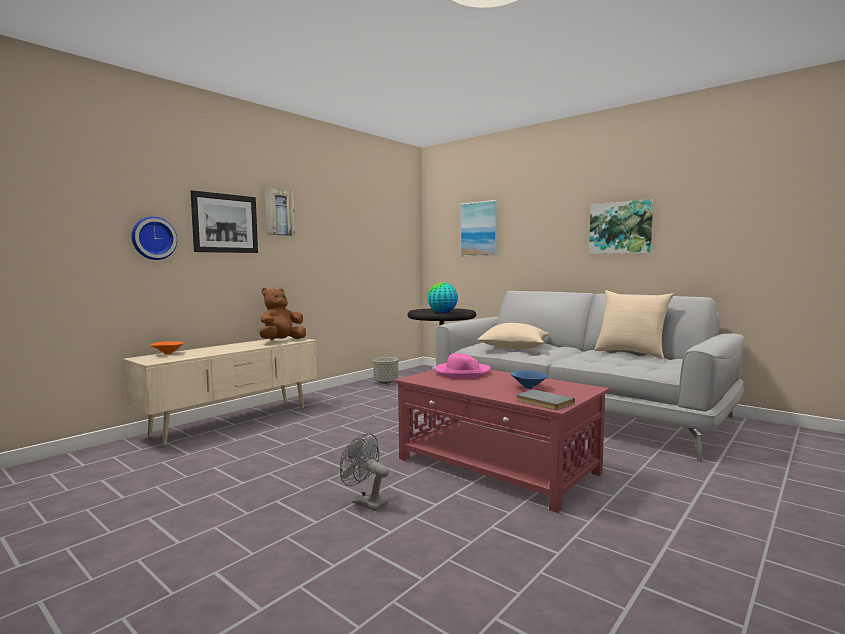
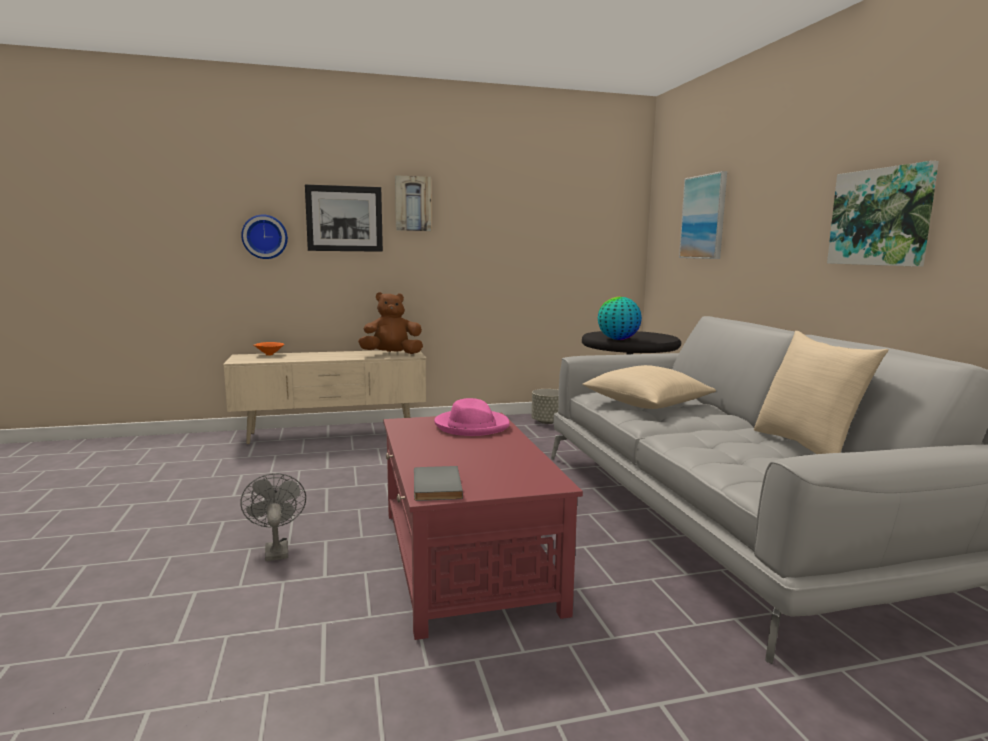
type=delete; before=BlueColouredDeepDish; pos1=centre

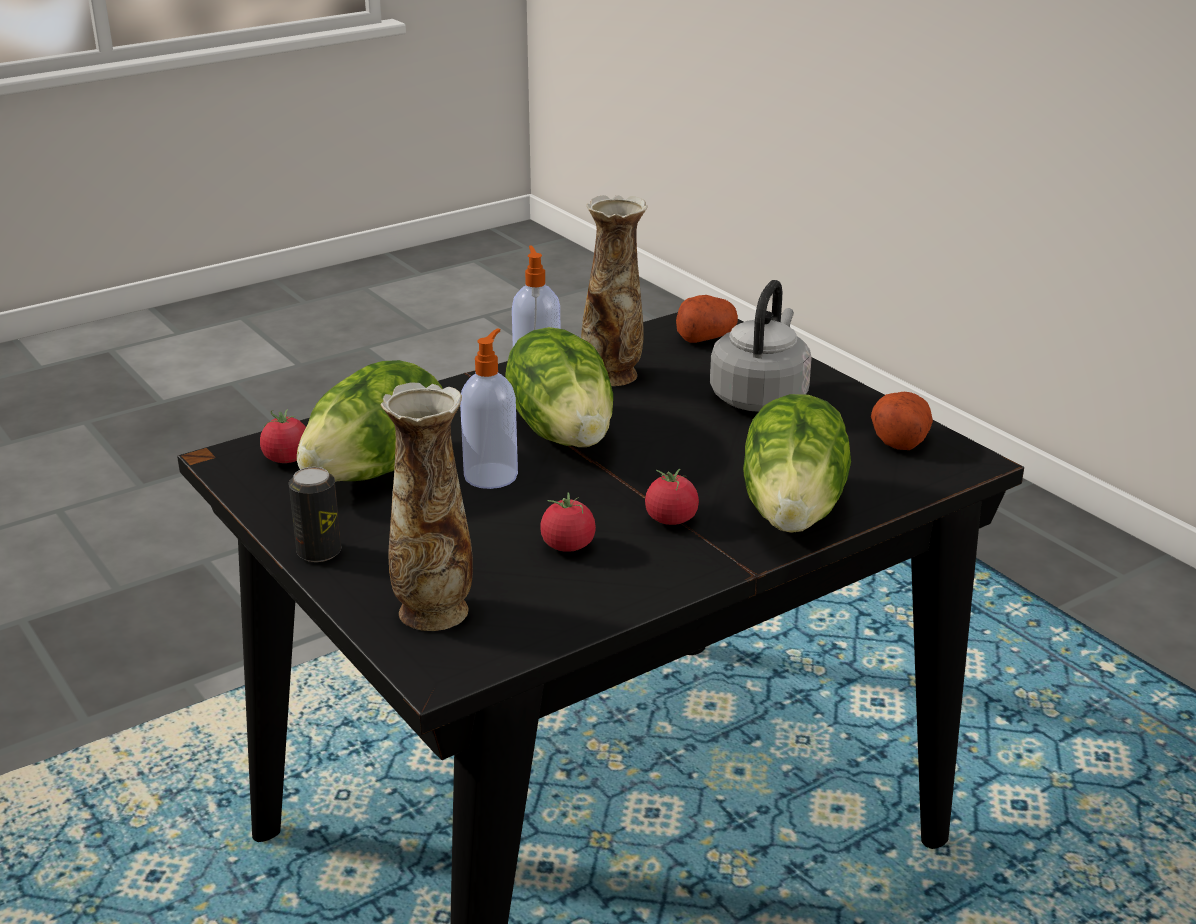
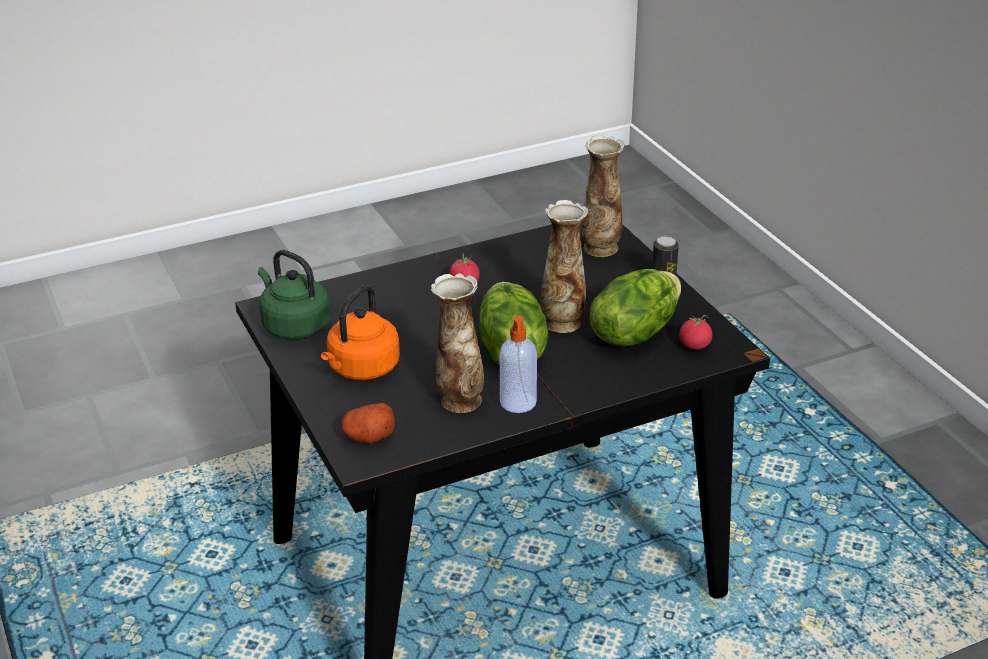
type=replace; before=WholePotato (2nd from left); after=GreenColouredWaterKettle; pos1=middle right; pos2=middle left
type=recolor; before=GrayWaterKettle; after=OrangeWaterKettle; pos1=centre; pos2=centre
type=replace; before=SoapDispenser (1st from left); after=DecorativeVase (2nd from left); pos1=centre; pos2=centre
type=delete; before=FreshTomato (2nd from left); pos1=centre
type=delete; before=HeadOfLettuce (3rd from left); pos1=centre

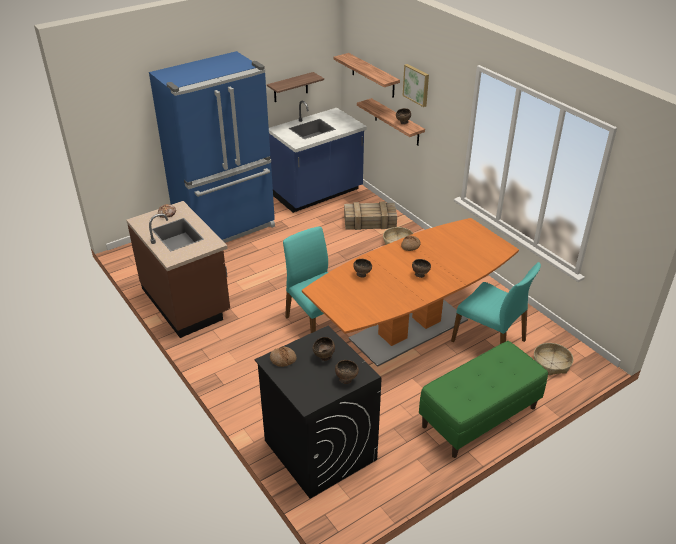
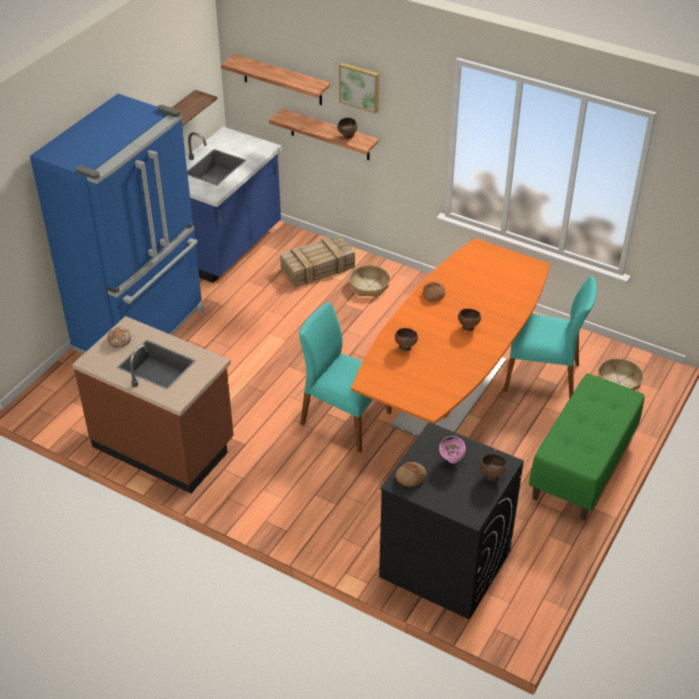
type=recolor; before=BrownishDeepDish (1st from left); after=PinkishDeepDish; pos1=centre; pos2=centre

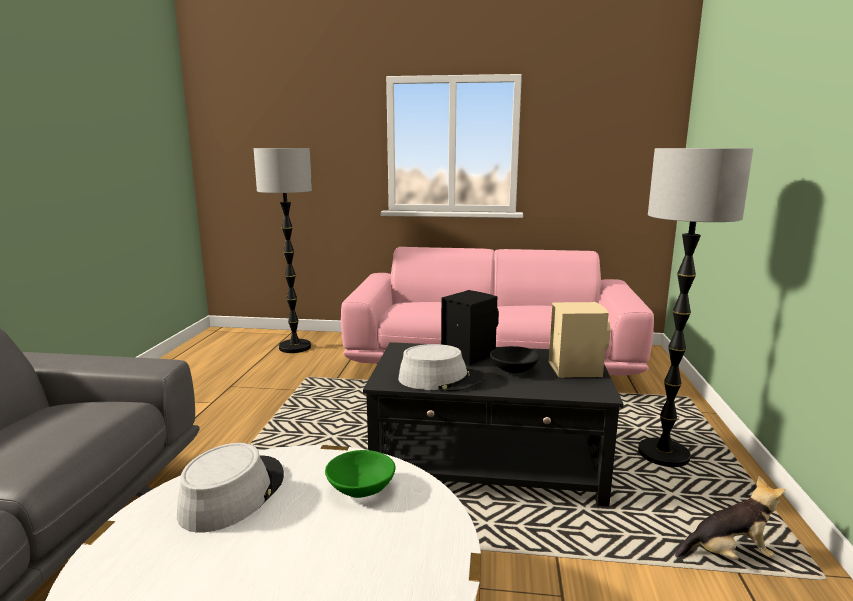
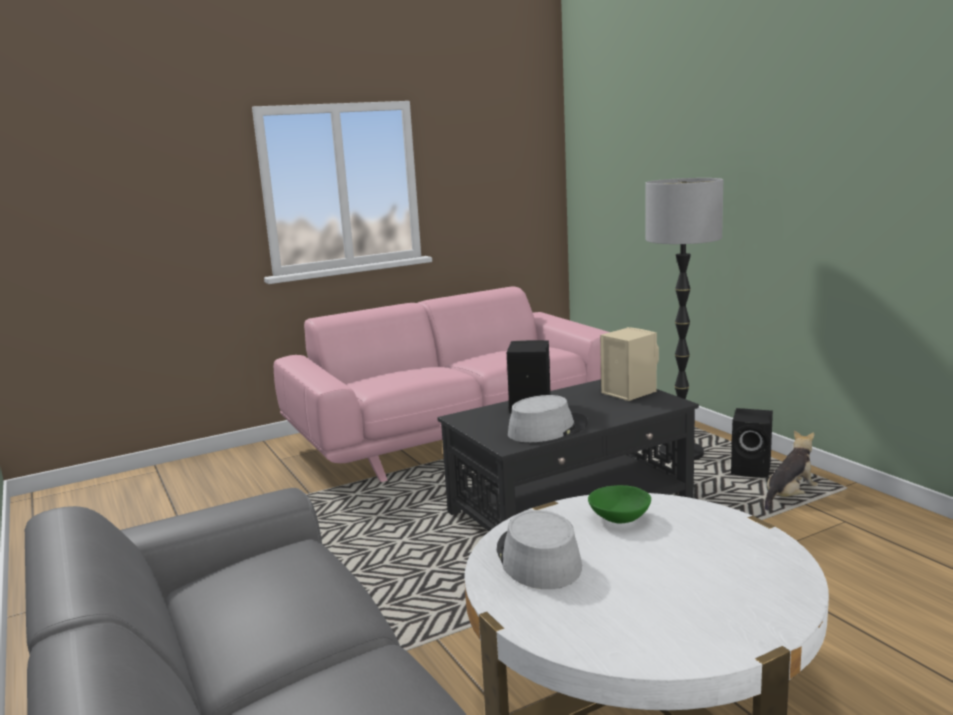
type=insert; after=BlackColouredSpeaker (2nd from left); pos2=middle right
type=delete; before=StandardLamp (1st from left); pos1=middle left
type=delete; before=BlackColouredDeepDish; pos1=centre

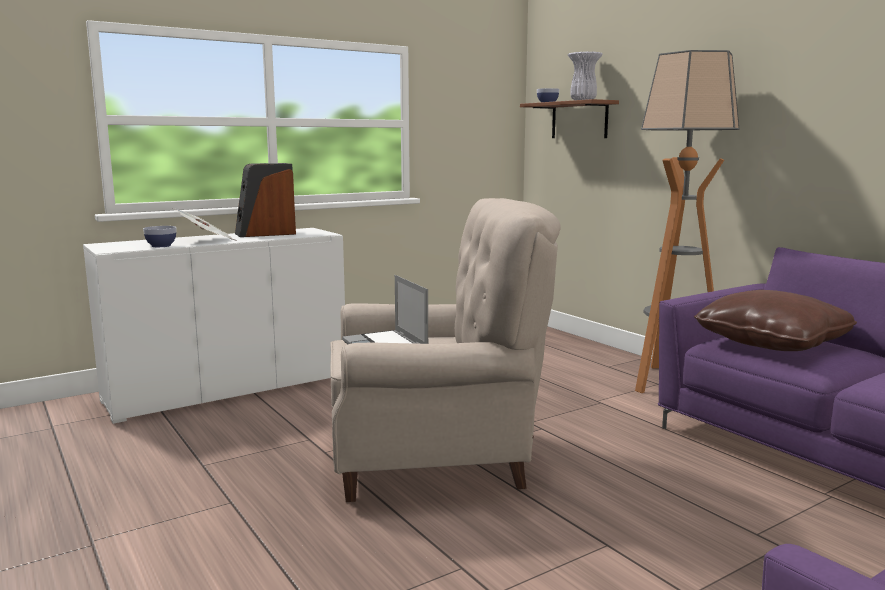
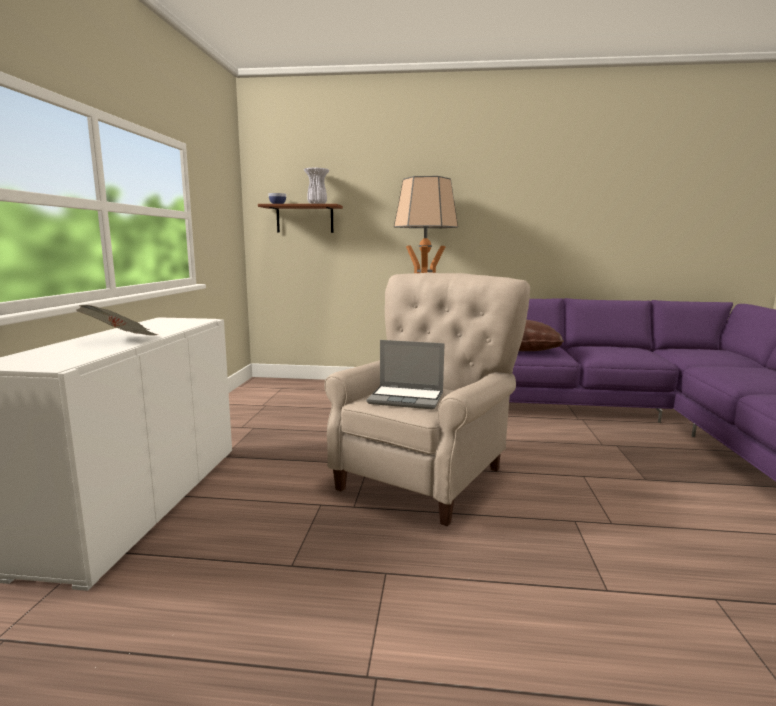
type=delete; before=DeepDish (1st from left); pos1=middle left
type=delete; before=Speaker; pos1=middle left

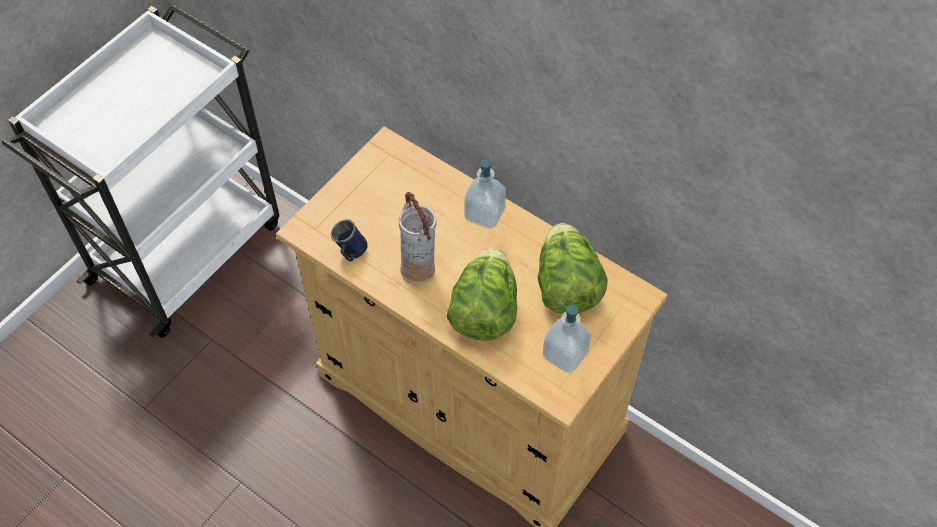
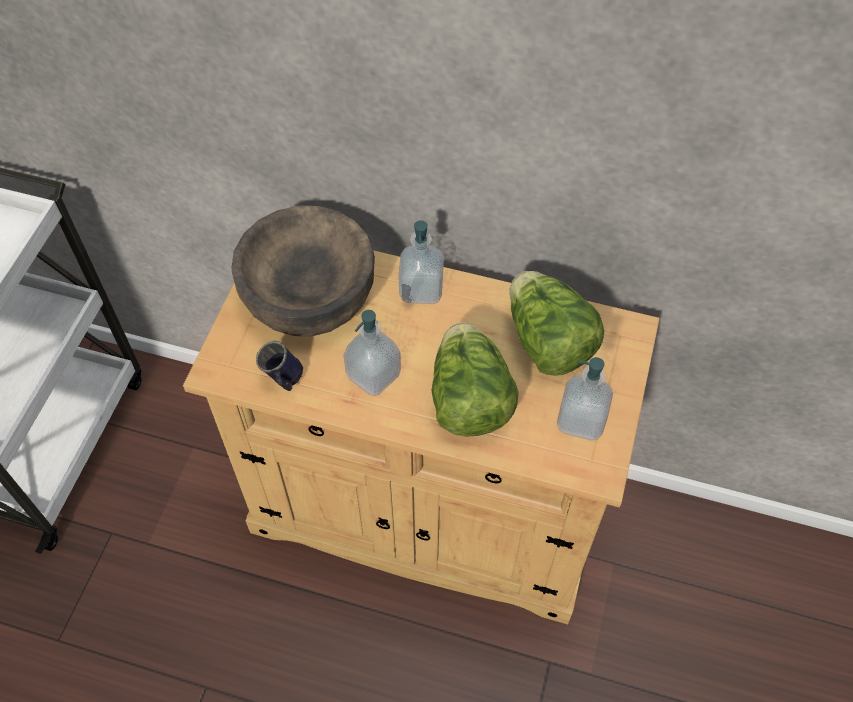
type=insert; after=BrownishDeepDish; pos2=centre
type=replace; before=DecorativeVase; after=SoapDispenser (1st from left); pos1=centre; pos2=centre

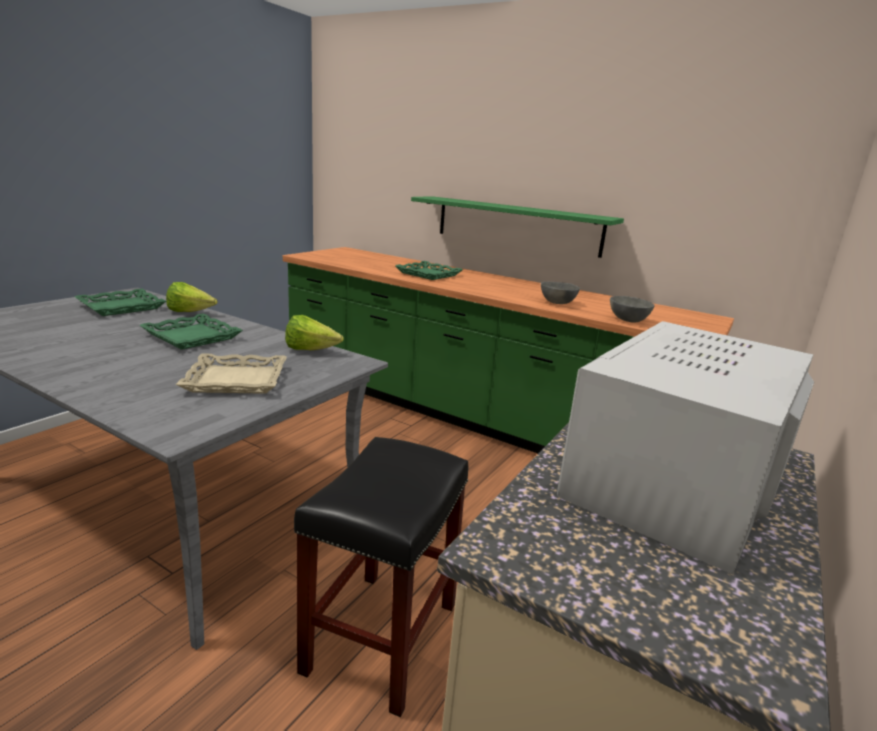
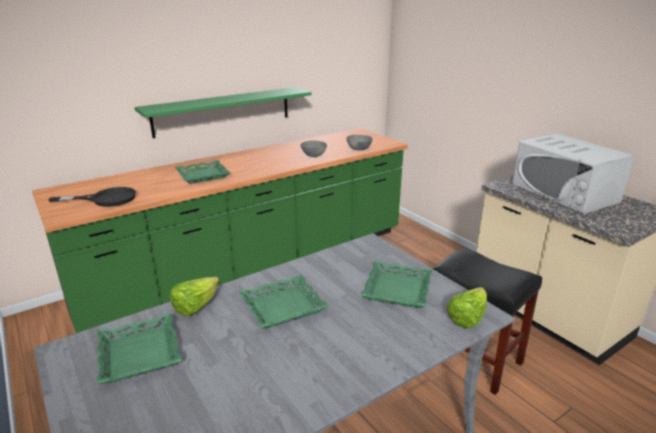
type=insert; after=BlackColouredFryingPan; pos2=middle left
type=recolor; before=BeigeTray; after=GreenColouredTray (4th from left); pos1=middle left; pos2=centre
type=move; before=HeadOfLettuce (2nd from left); pos1=centre; pos2=bottom right

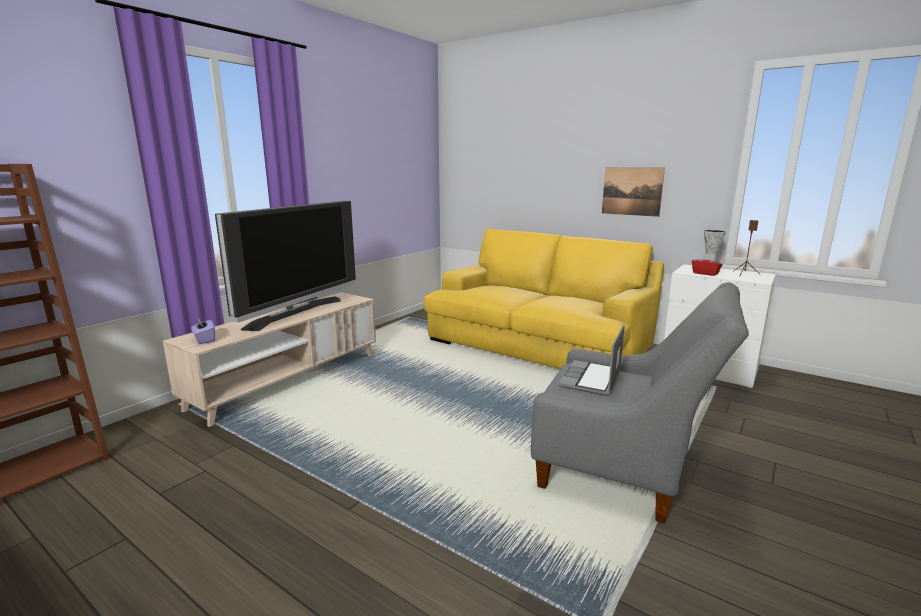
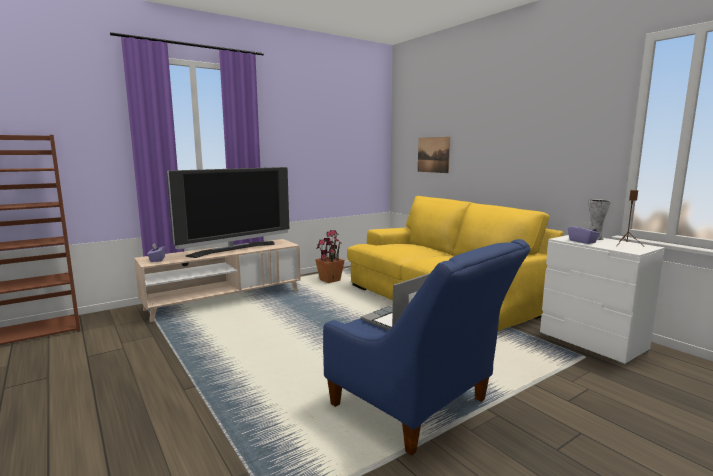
type=insert; after=PottedPlant; pos2=centre
type=recolor; before=GrayLoungeChair; after=BlueColouredLoungeChair; pos1=middle right; pos2=bottom centre
type=move; before=WallPicture; pos1=top right; pos2=top centre
type=recolor; before=RedColouredBoxOfTissues; after=PurplishBoxOfTissues (2nd from left); pos1=middle right; pos2=middle right

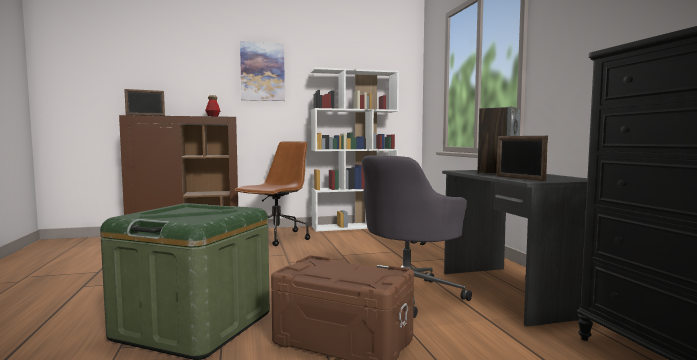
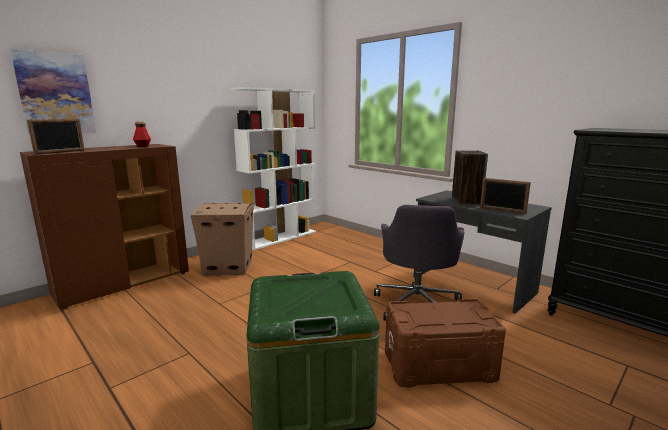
type=move; before=WallPicture; pos1=top centre; pos2=top left
type=replace; before=BrownishDeskChair; after=CardboardBox; pos1=centre; pos2=middle left

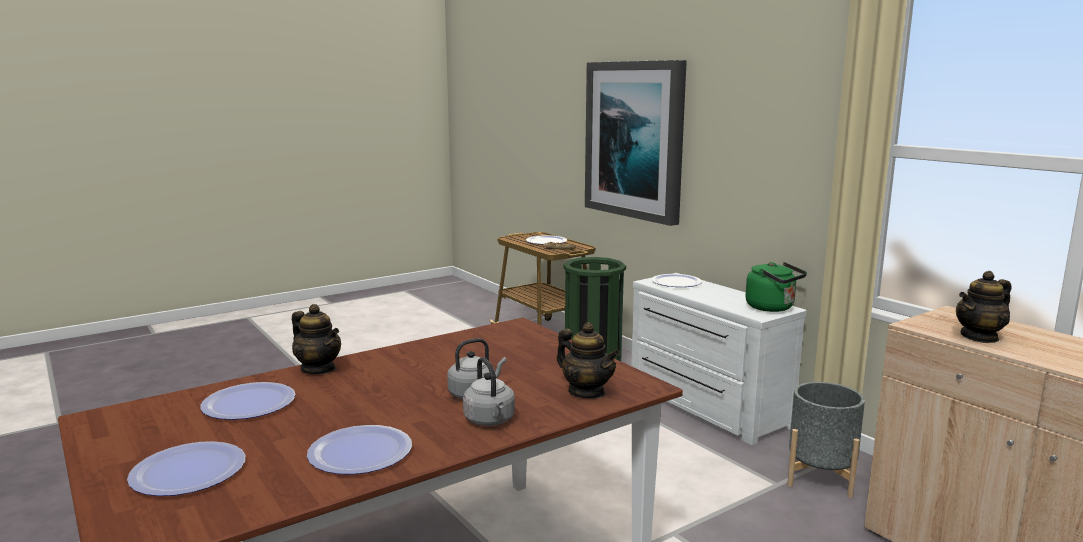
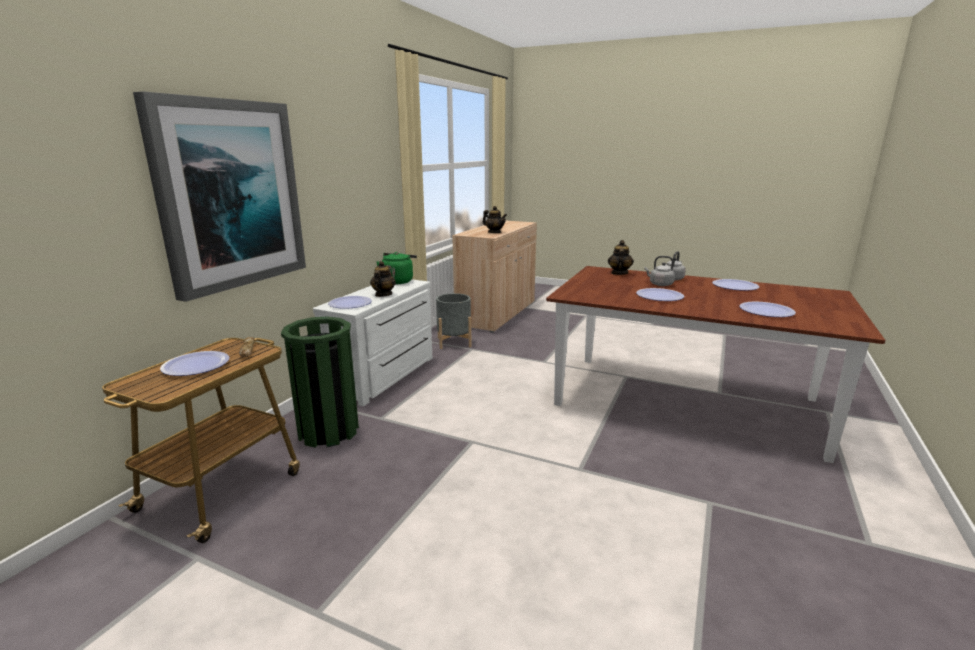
type=move; before=Teapot (1st from left); pos1=middle left; pos2=centre
type=move; before=FlatDish (1st from left in the first image); after=FlatDish (3rd from left); pos1=bottom left; pos2=middle right

